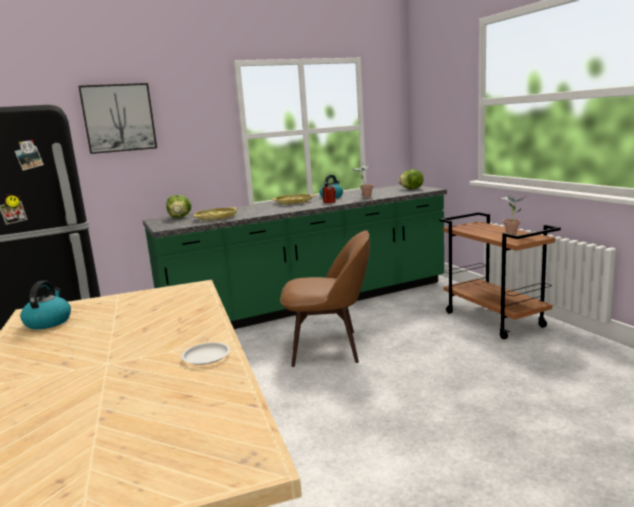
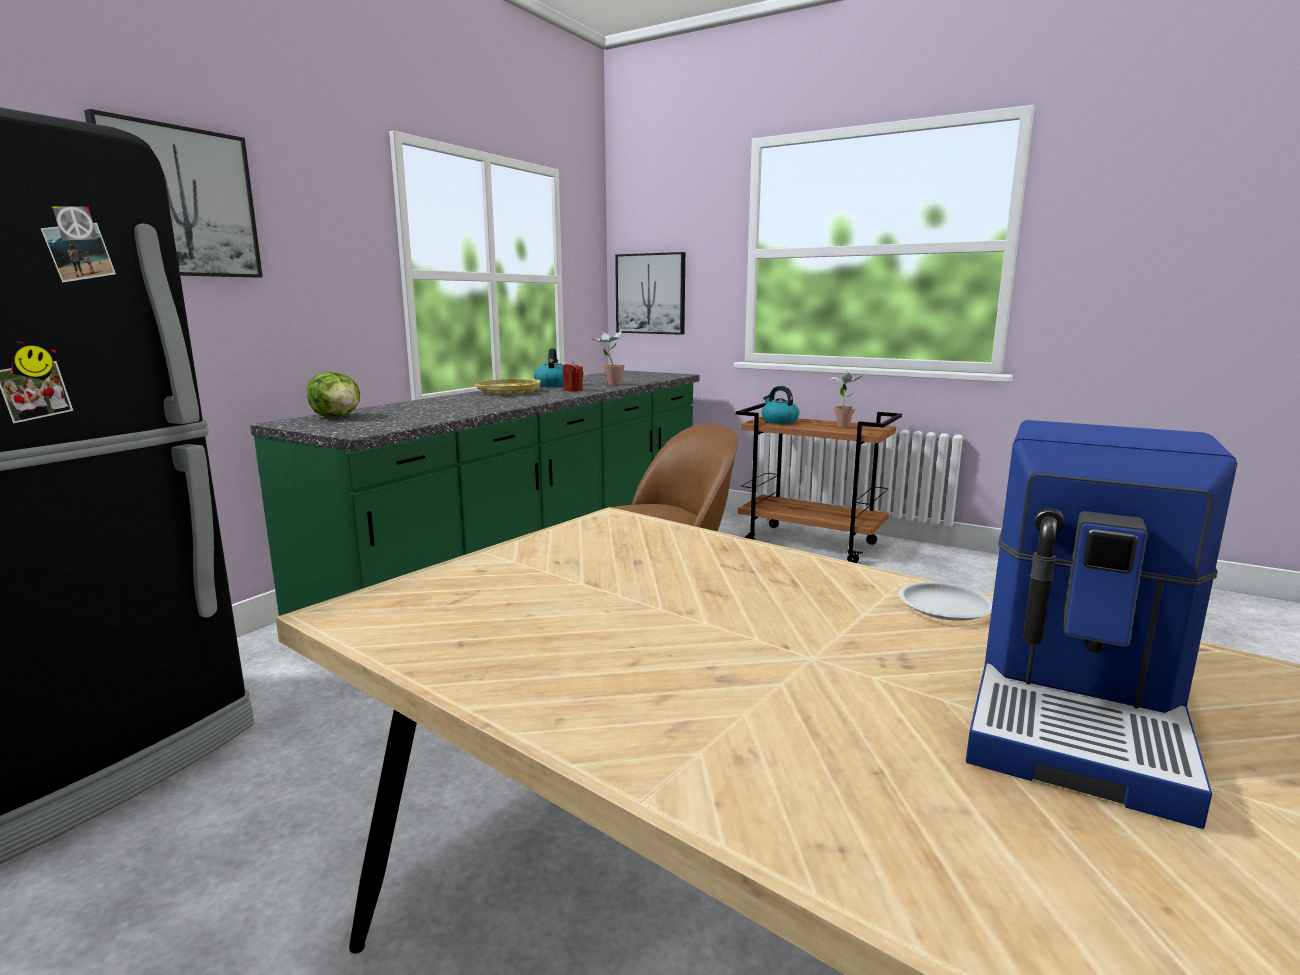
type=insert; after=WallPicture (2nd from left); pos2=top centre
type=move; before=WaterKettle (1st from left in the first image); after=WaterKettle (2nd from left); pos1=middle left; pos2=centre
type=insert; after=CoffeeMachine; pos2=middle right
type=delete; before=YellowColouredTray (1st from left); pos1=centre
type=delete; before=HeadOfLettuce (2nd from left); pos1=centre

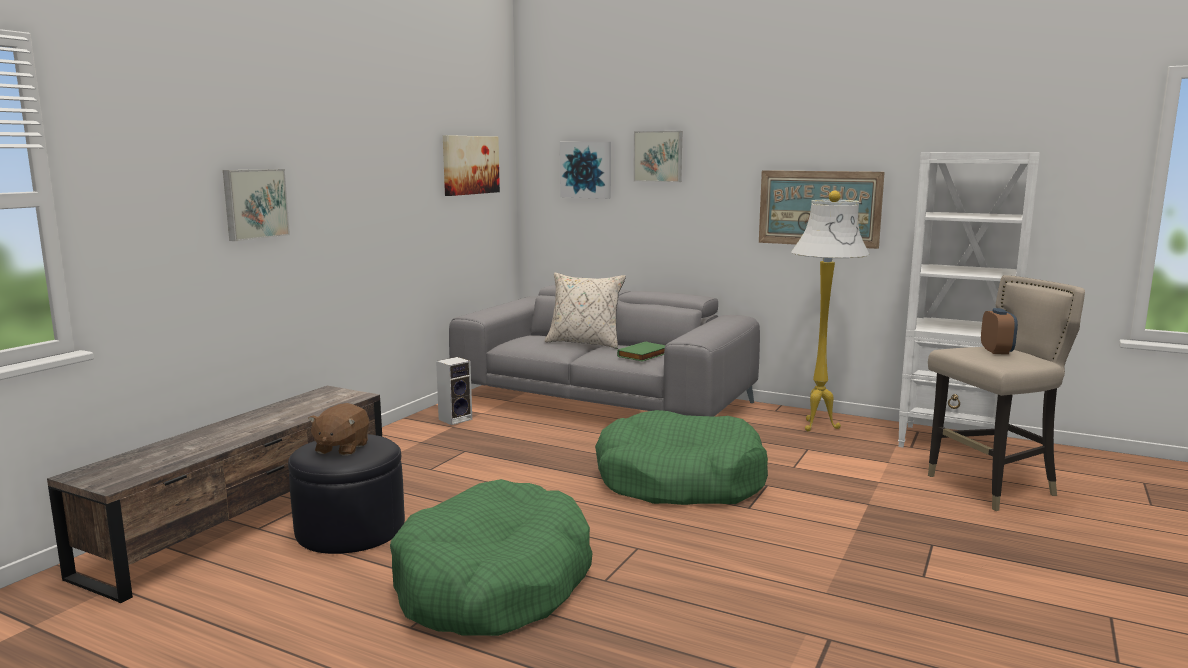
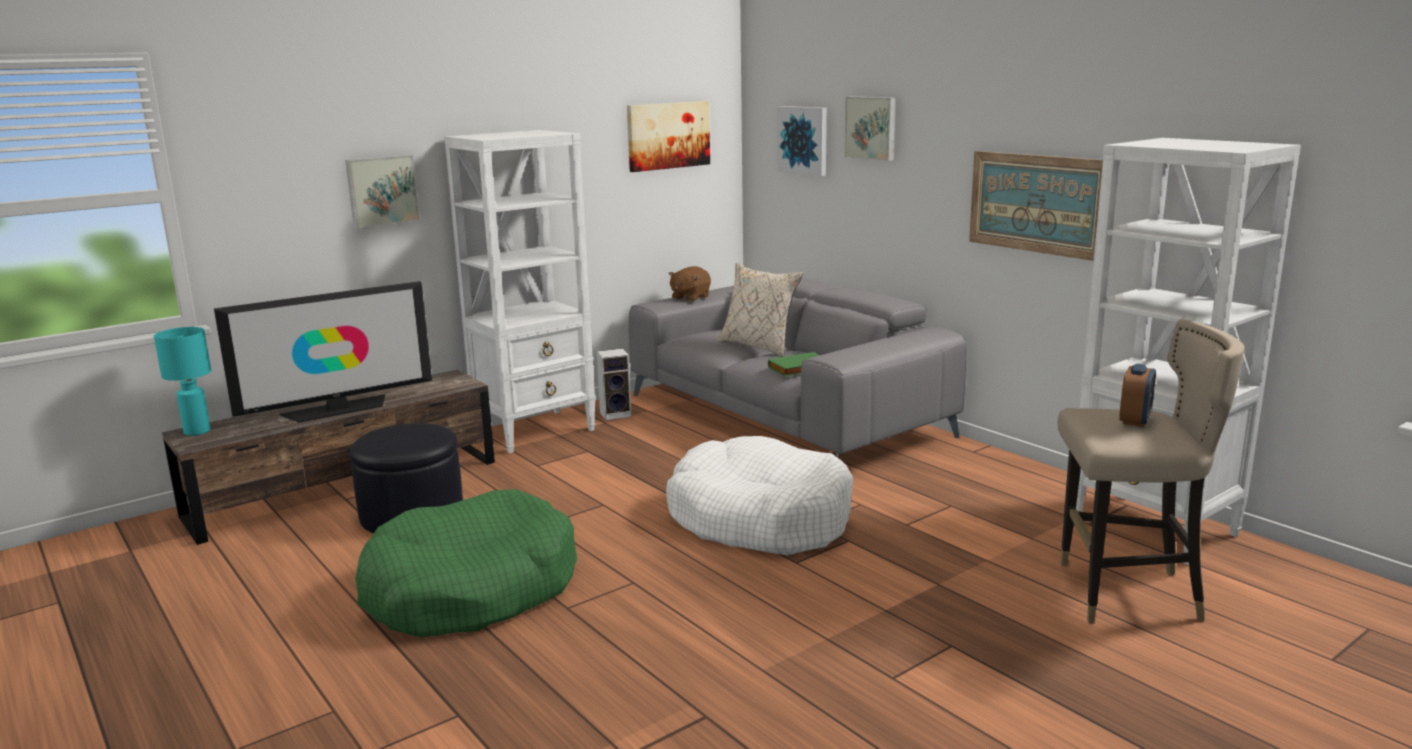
type=insert; after=TurquoiseColouredTabletopLamp; pos2=middle left
type=insert; after=Tv; pos2=middle left
type=insert; after=WhitishShelvingUnit (1st from left); pos2=centre
type=recolor; before=GreenColouredDogCushion (2nd from left); after=WhitishDogCushion; pos1=bottom centre; pos2=centre
type=move; before=BrownishPlushToy; pos1=middle left; pos2=centre
type=delete; before=WhitishStandardLamp; pos1=middle right

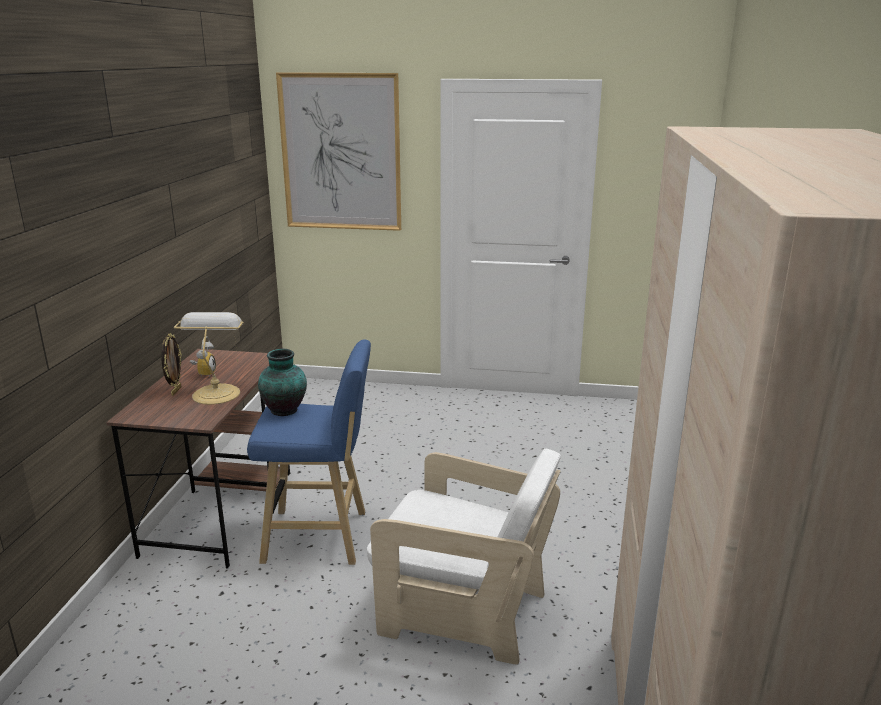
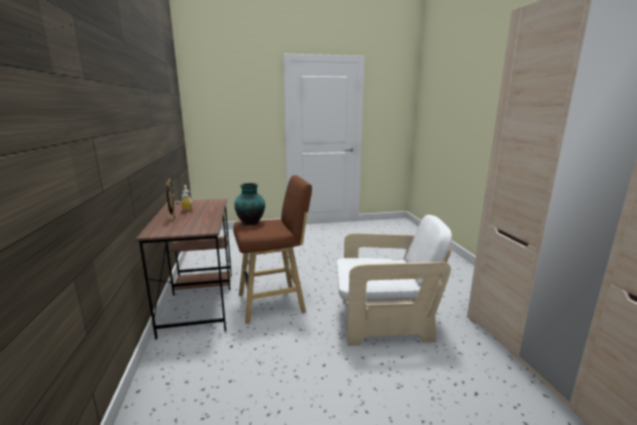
type=recolor; before=BlueColouredSittingStool; after=BrownishSittingStool; pos1=centre; pos2=centre
type=delete; before=TabletopLamp; pos1=middle left
type=delete; before=WallPicture; pos1=top centre

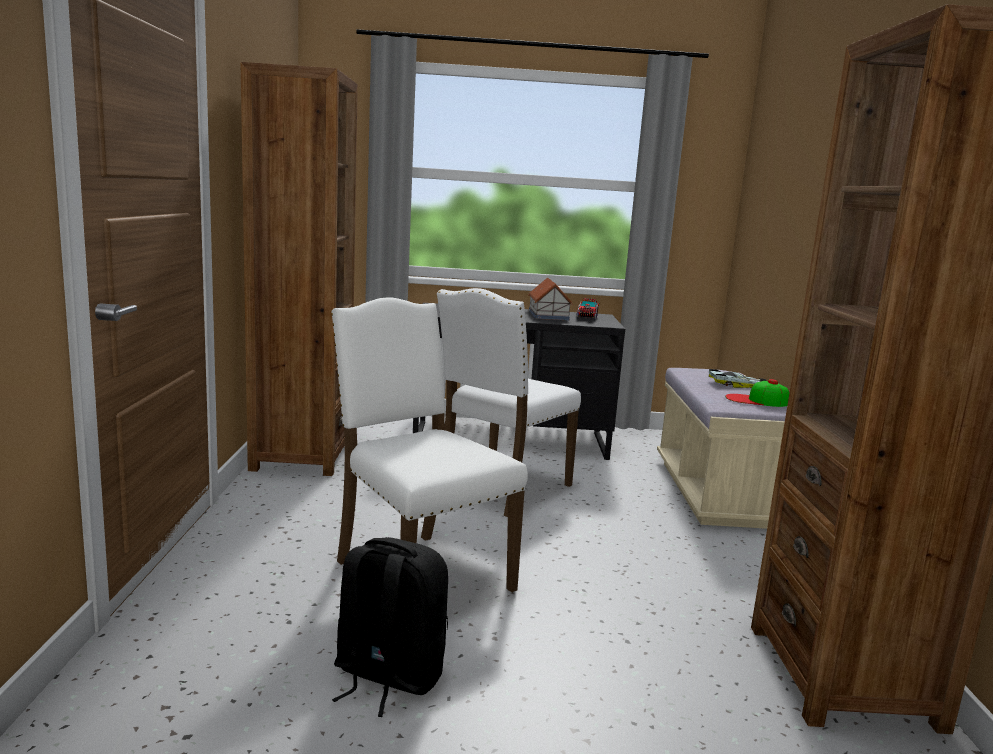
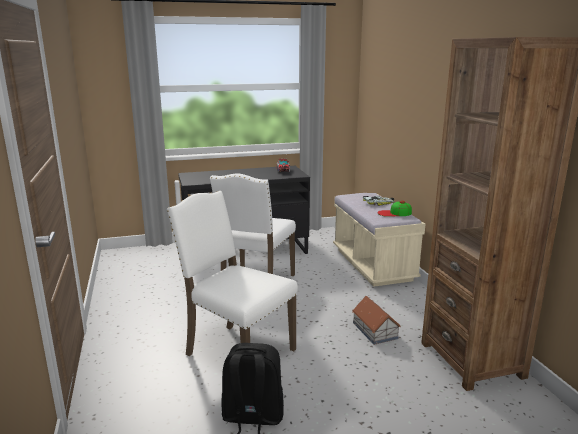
type=move; before=MiniatureHouse; pos1=centre; pos2=bottom centre
type=delete; before=BrownishShelvingUnit (1st from left); pos1=middle left

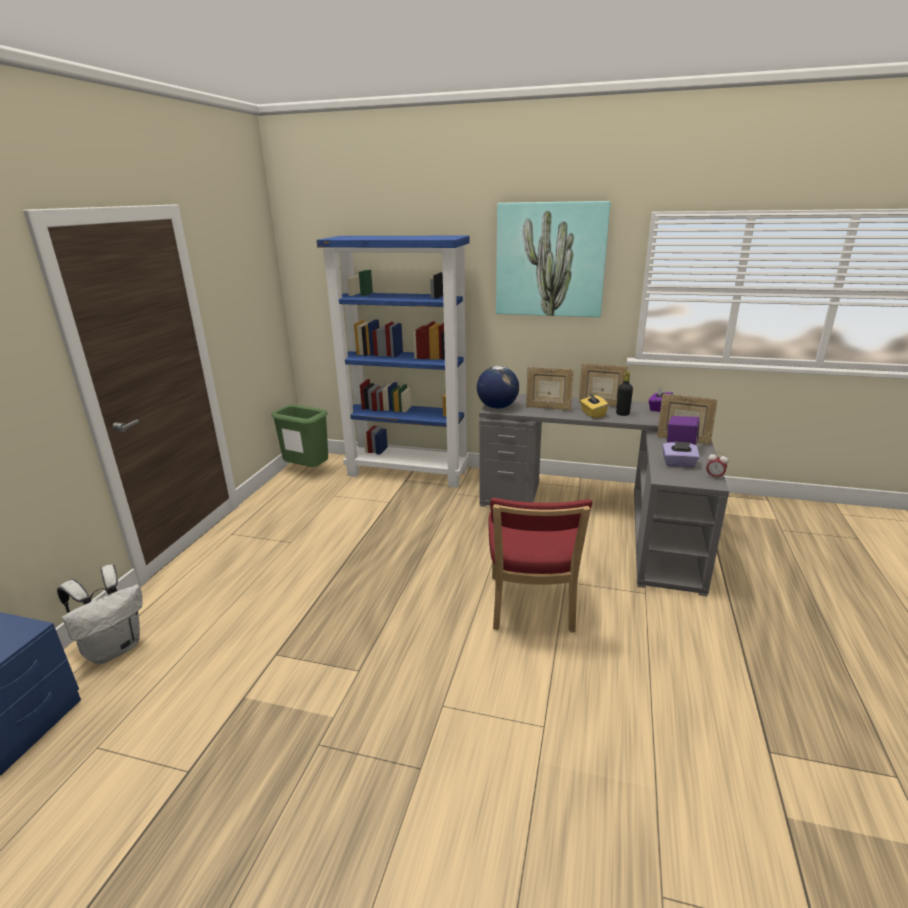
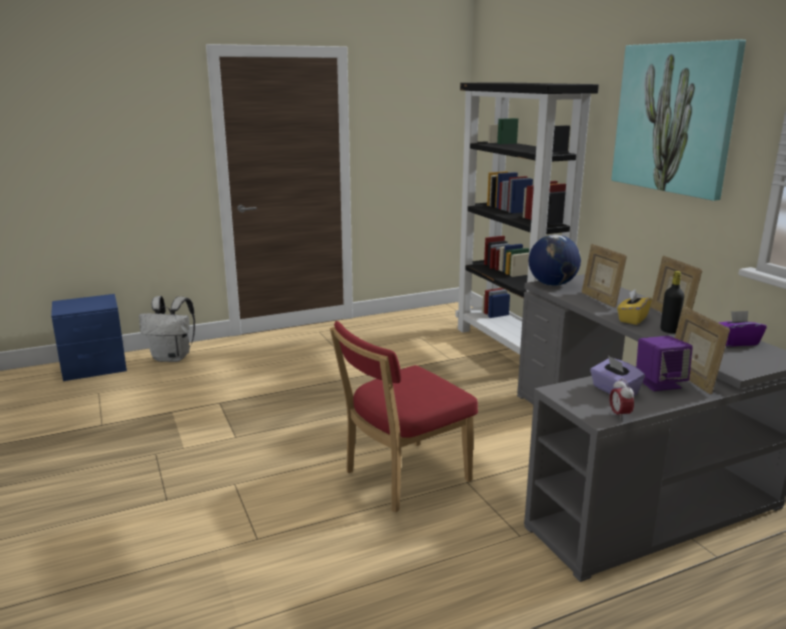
type=recolor; before=BlueColouredShelvingUnit; after=BlackColouredShelvingUnit; pos1=centre; pos2=middle right
type=delete; before=GreenColouredRubbishBin; pos1=middle left

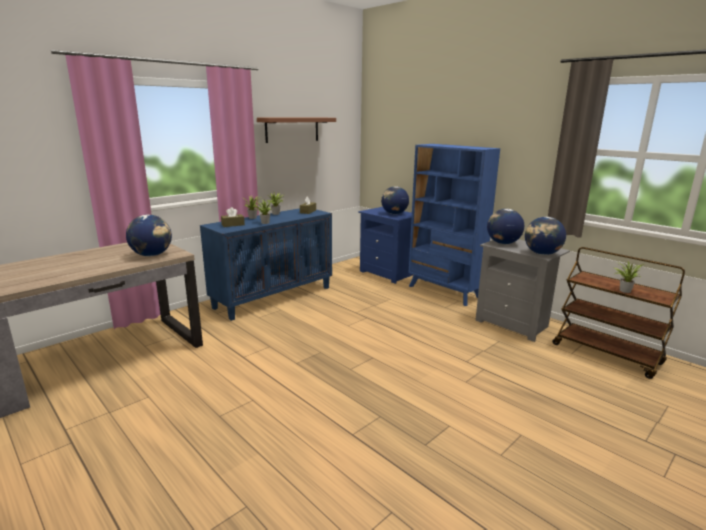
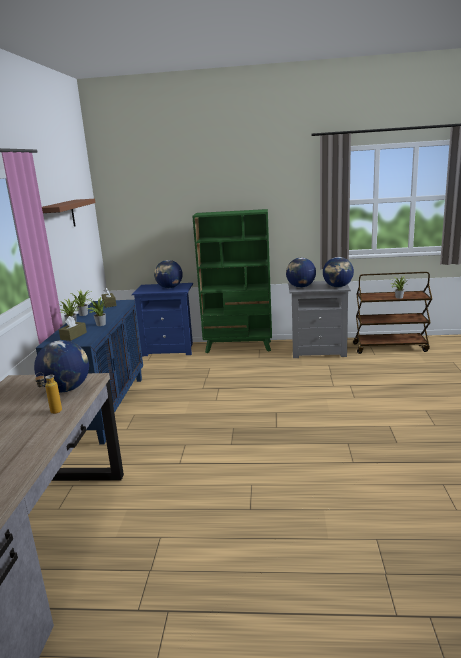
type=insert; after=DrinkBottle; pos2=middle left
type=recolor; before=BlueColouredShelvingUnit; after=GreenColouredShelvingUnit; pos1=centre; pos2=centre

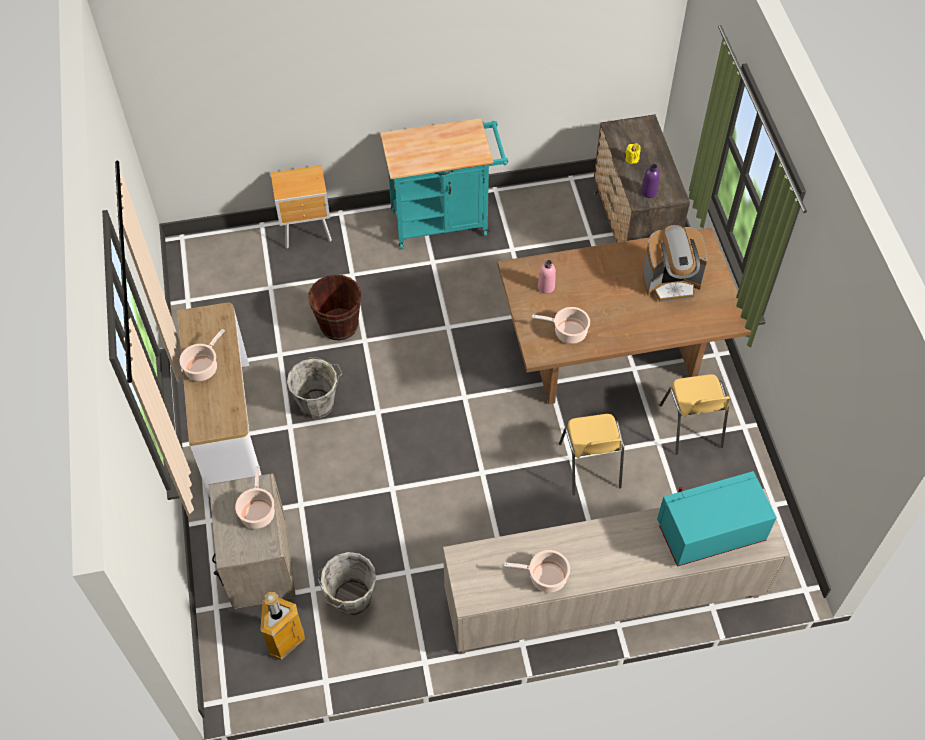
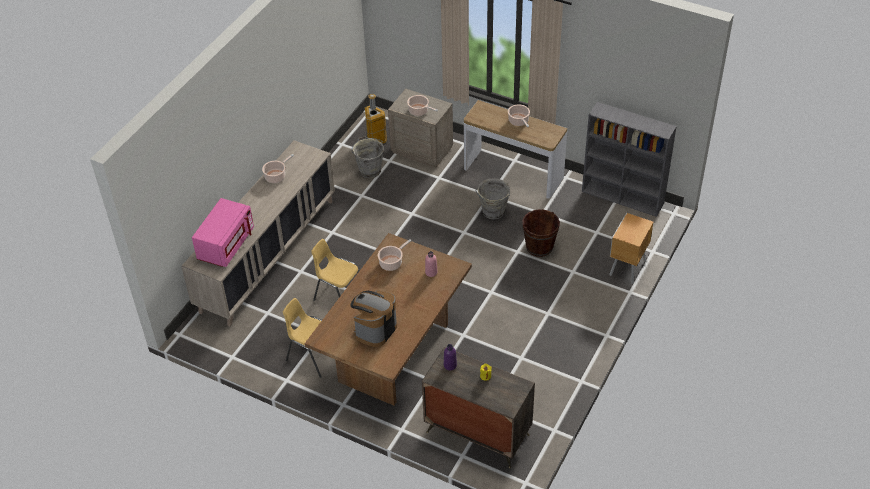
type=recolor; before=TurquoiseColouredMicrowave; after=PinkishMicrowave; pos1=bottom right; pos2=middle left
type=insert; after=GrayShelvingUnit; pos2=top right
type=delete; before=TurquoiseColouredTrolley; pos1=top centre

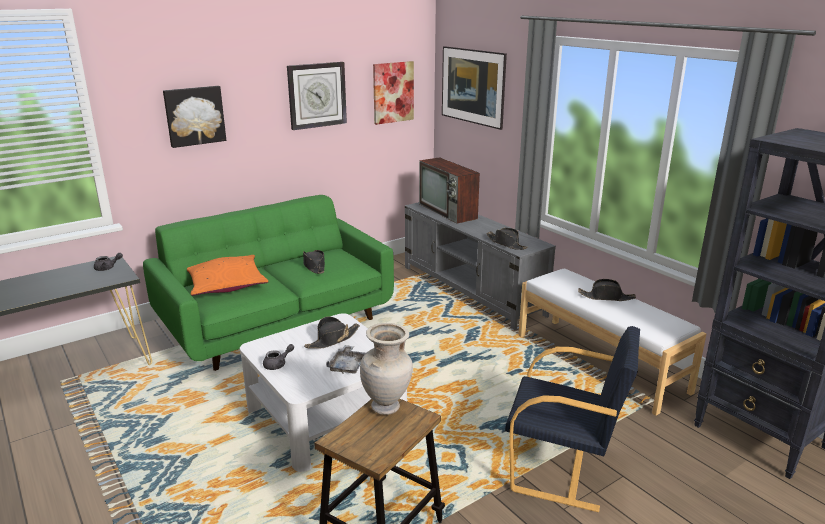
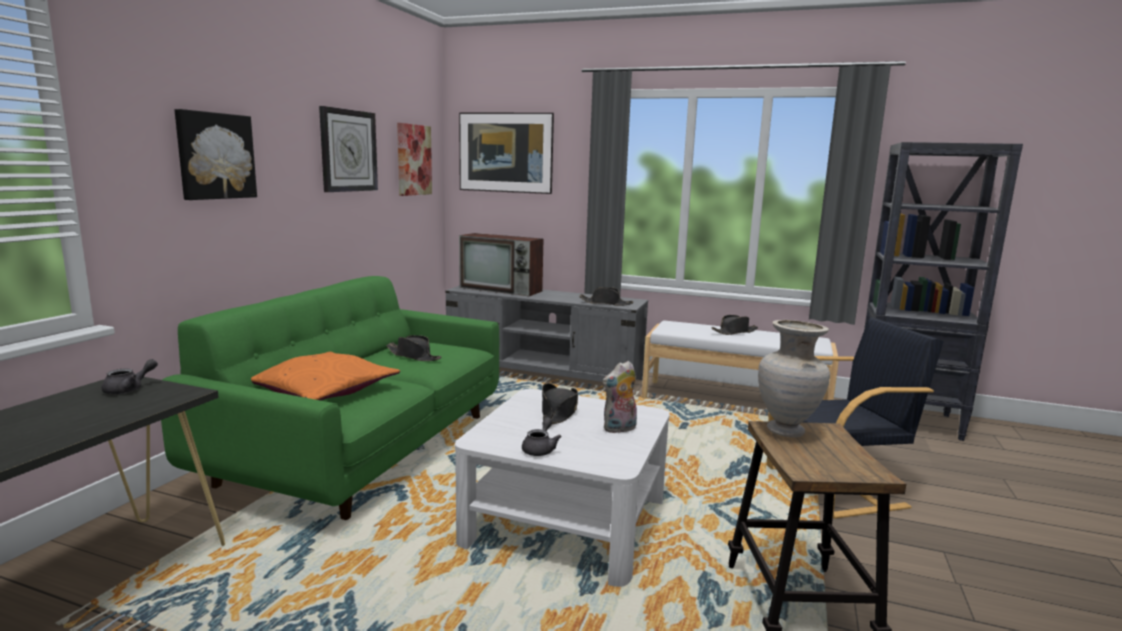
type=replace; before=GrayTray; after=PlushToy; pos1=bottom centre; pos2=centre

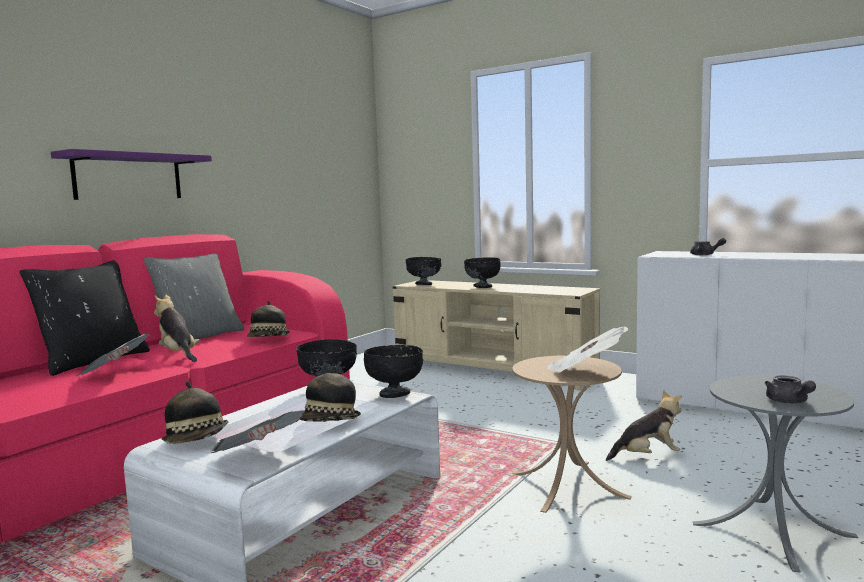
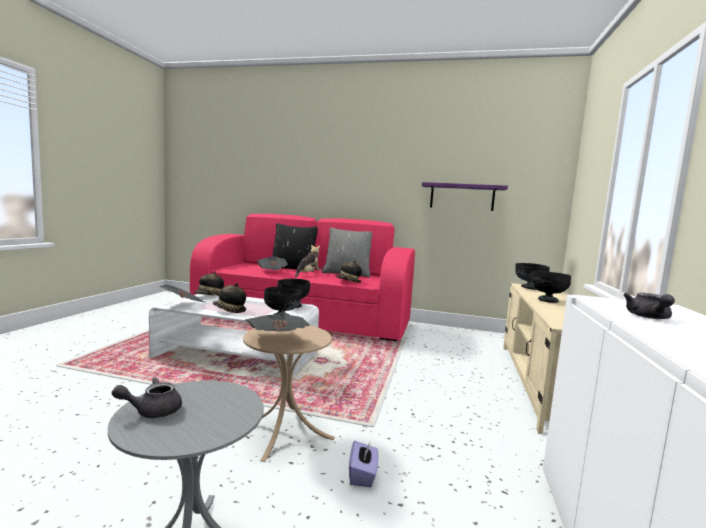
type=replace; before=PlushToy (2nd from left); after=PurplishBoxOfTissues; pos1=bottom right; pos2=bottom centre
type=move; before=PurplishShelf; pos1=top left; pos2=centre

